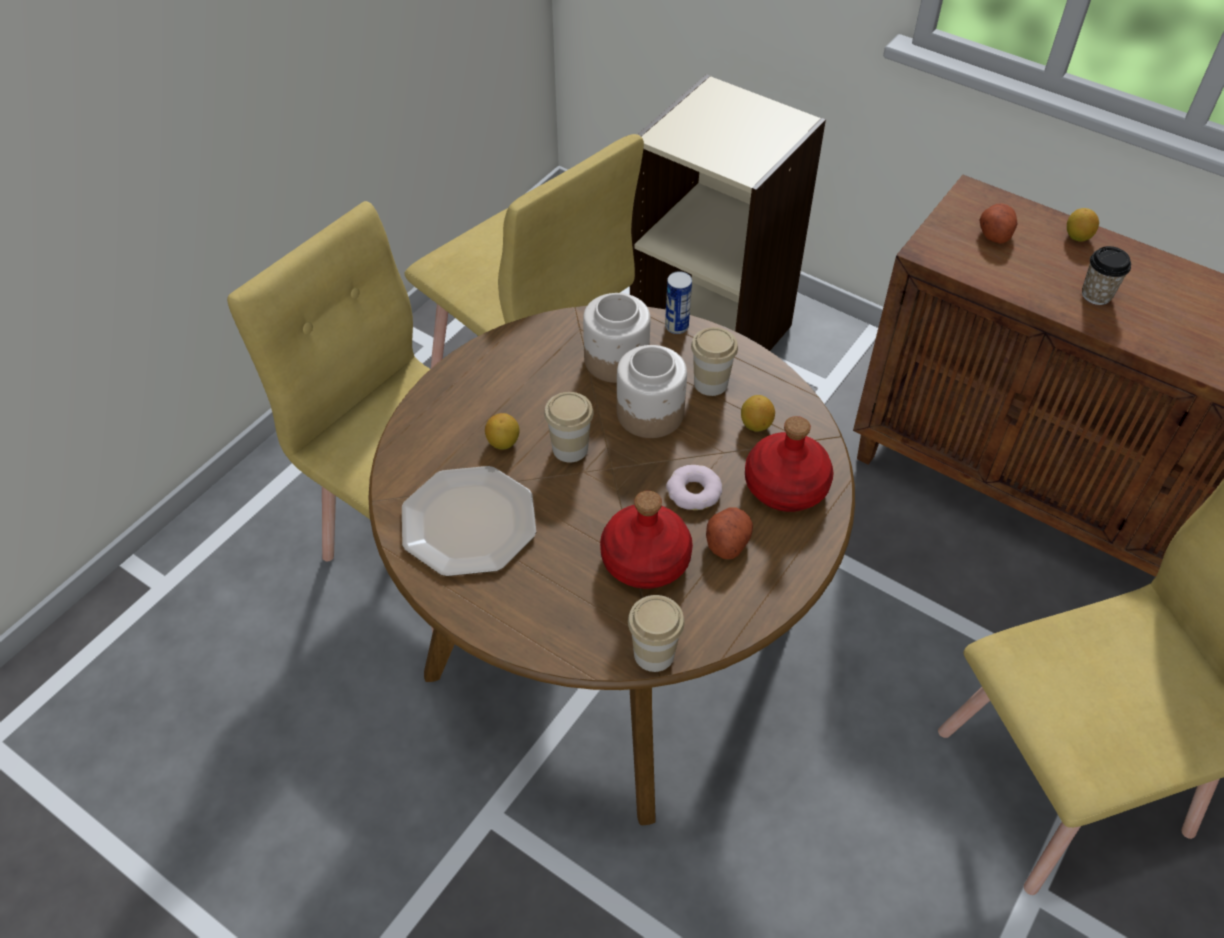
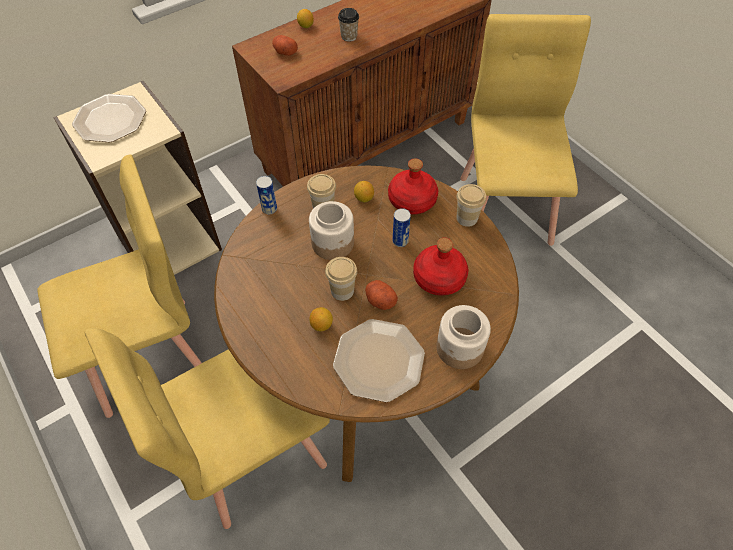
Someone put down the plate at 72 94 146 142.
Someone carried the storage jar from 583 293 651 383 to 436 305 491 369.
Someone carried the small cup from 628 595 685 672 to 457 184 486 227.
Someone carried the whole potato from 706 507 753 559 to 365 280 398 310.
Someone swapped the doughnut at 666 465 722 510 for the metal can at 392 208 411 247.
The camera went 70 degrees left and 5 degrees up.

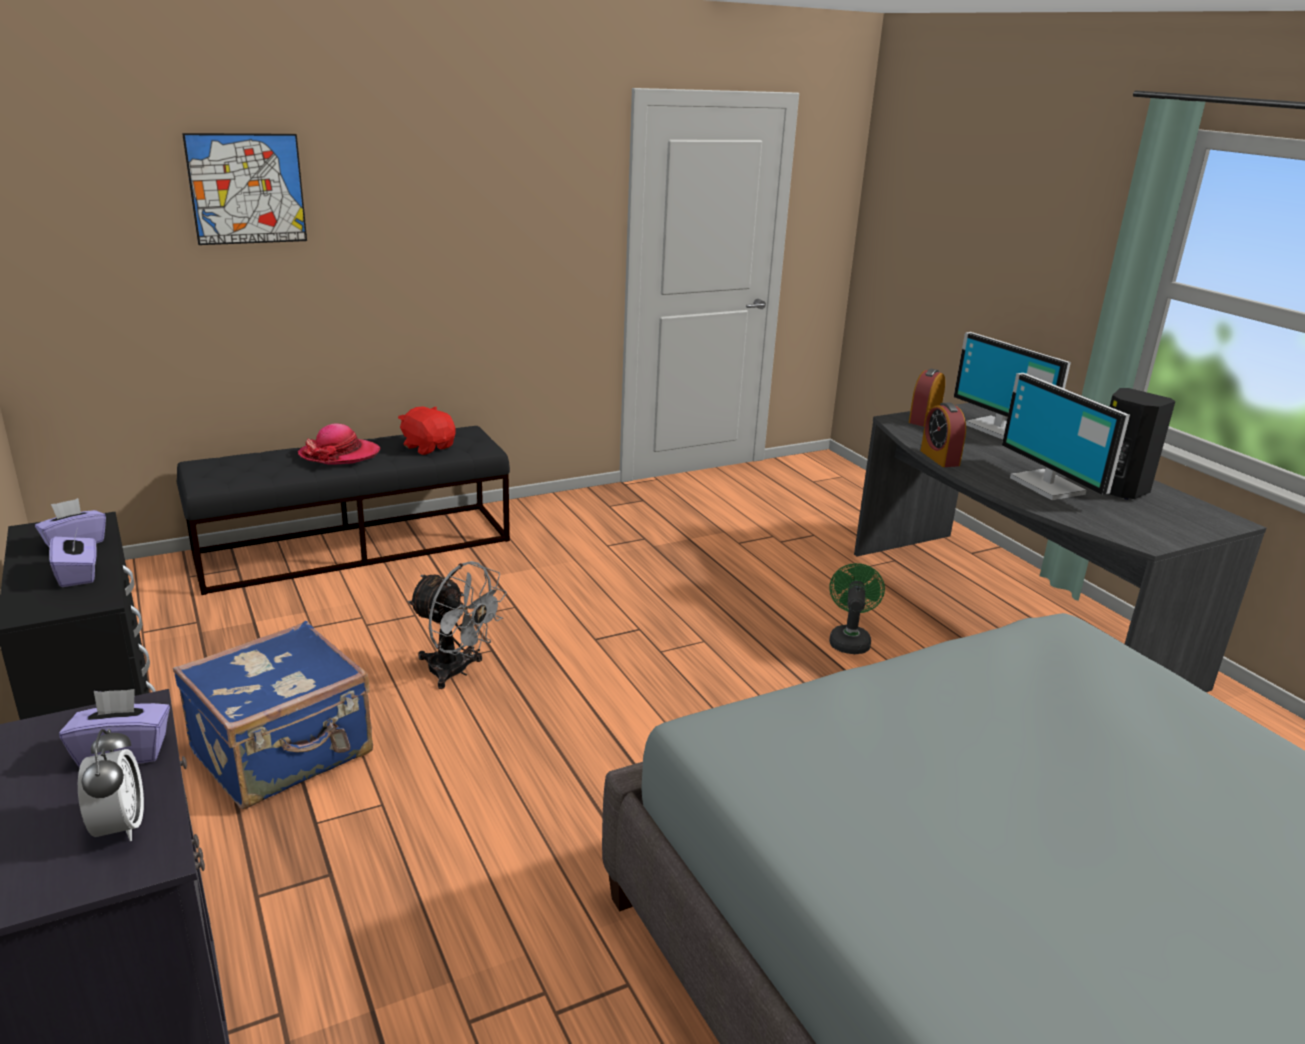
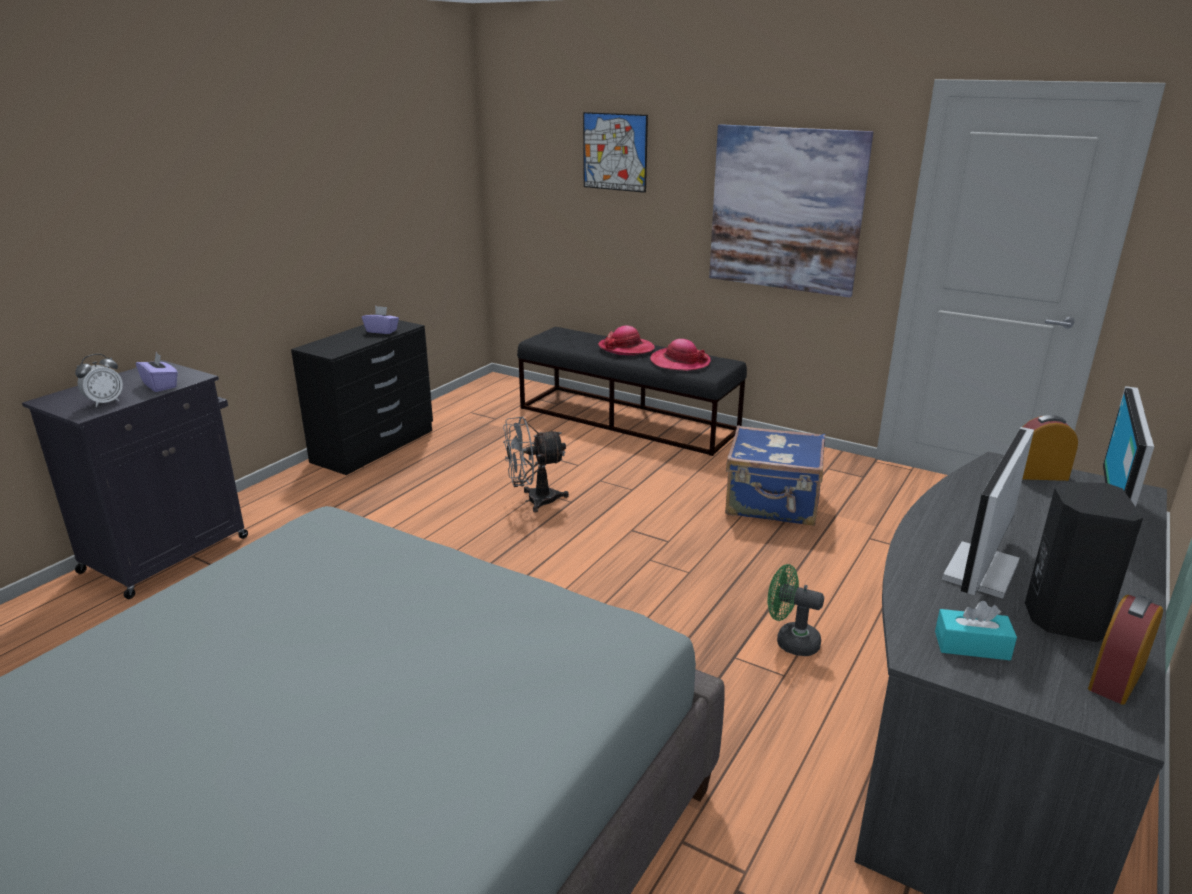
Someone took away the tissue box (purple-coloured) at 49 528 97 587.
Someone put up the wall picture at 709 124 873 298.
Someone put down the tissue box (turquoise) at 935 601 1017 660.
Someone carried the travel case (blue) from 173 621 373 809 to 725 425 825 526.
Someone carried the table clock from 920 402 966 467 to 1088 595 1163 705.
Someone swapped the plush toy (red-coloured) at 398 407 456 455 for the hat at 650 339 711 371.
Someone rotated the cooling fan (greyish) at 408 561 507 689 by 75 degrees clockwise.
Someone rotated the cooling fan (green-coloured) at 829 563 885 654 by 135 degrees counterclockwise.
The camera went 60 degrees right and 0 degrees up.

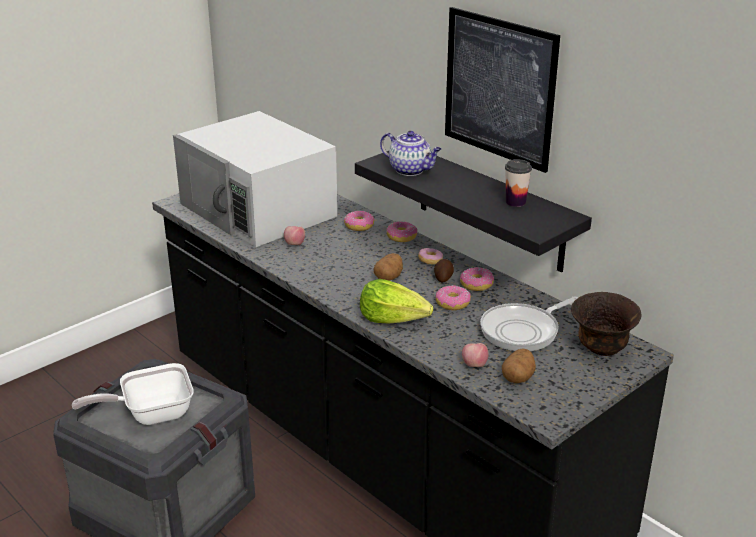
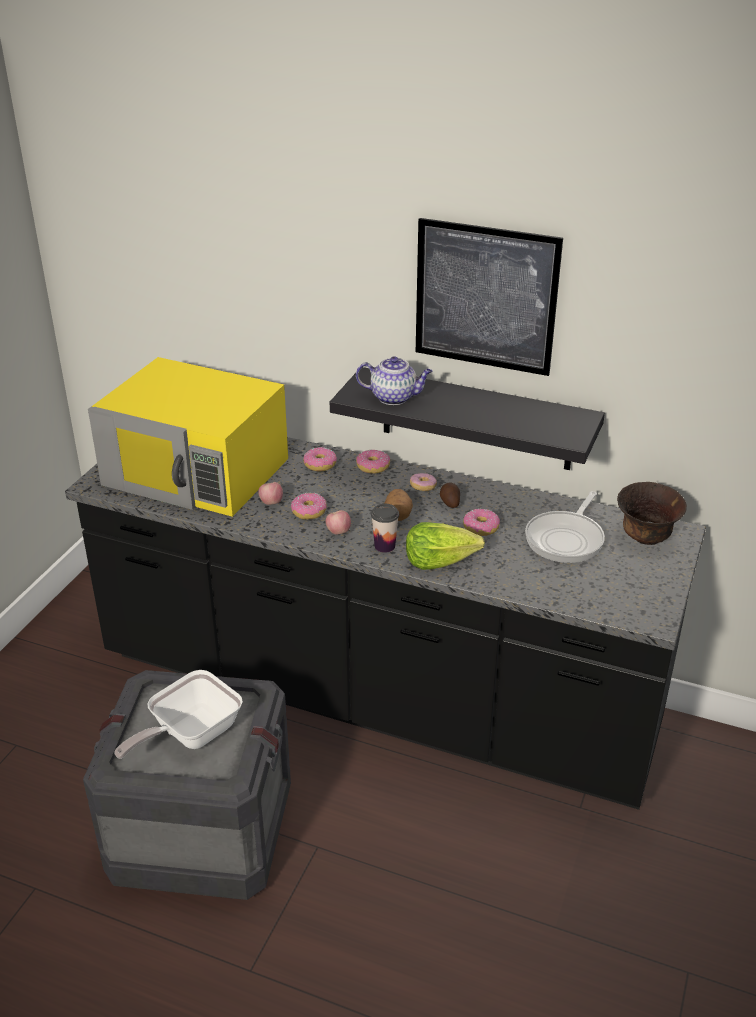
Someone took away the whole potato at 502 348 536 383.
Someone carried the doughnut from 460 267 494 291 to 291 493 327 520.
Someone carried the whole apple from 462 343 489 367 to 326 510 351 535.
Someone carried the small cup from 505 159 532 207 to 371 504 399 553.
Someone repainted the kitchen microwave (white) at 173 111 338 247, which became the kitchen microwave (yellow-coloured) at 88 357 288 517.
The camera went 25 degrees left and 5 degrees up.

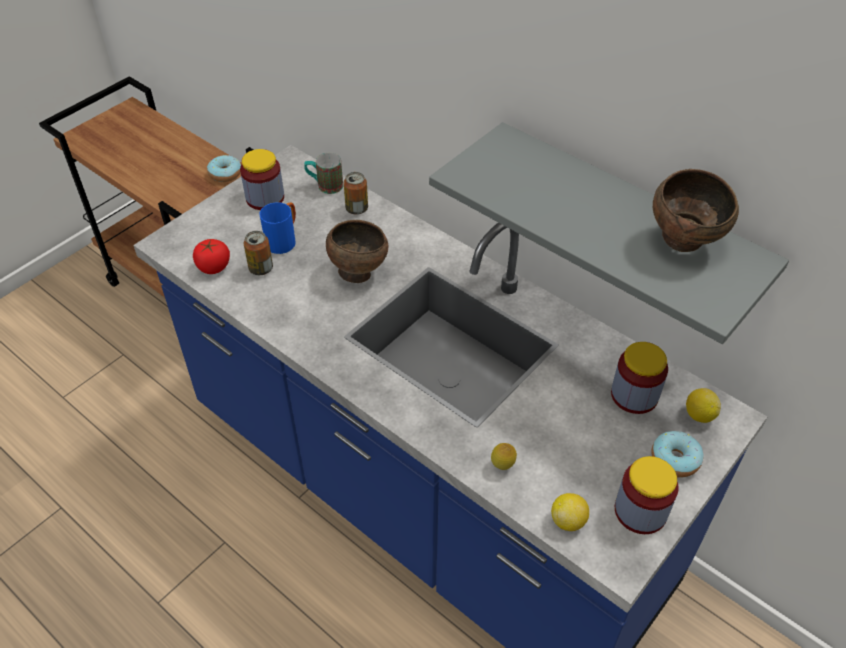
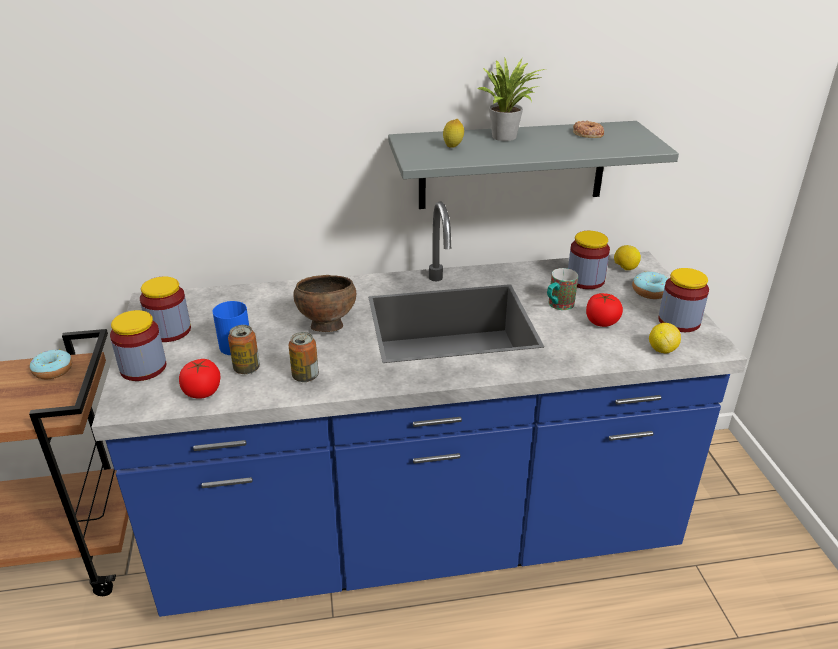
Someone put down the storage jar at 110 310 167 381.
Someone put down the houseplant at 477 58 545 141.
Someone put down the whole tomato at 586 293 623 327.
Someone carried the coffee mug from 304 153 343 194 to 547 268 578 310.
Someone carried the metal can from 344 172 368 215 to 289 332 319 382.
Someone carried the citrus fruit from 491 443 517 470 to 443 119 464 148.
Someone swapped the bowl (brown-coloured) at 653 169 739 252 for the doughnut at 573 121 604 138.
The camera went 50 degrees left and 15 degrees down.

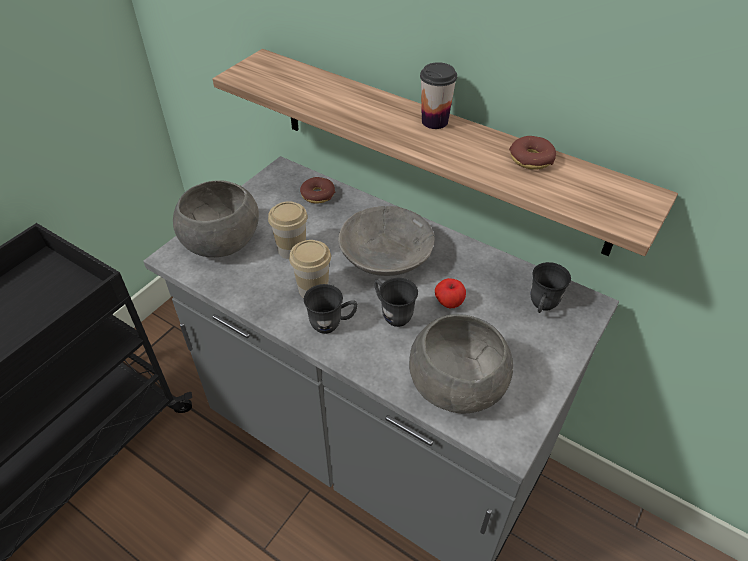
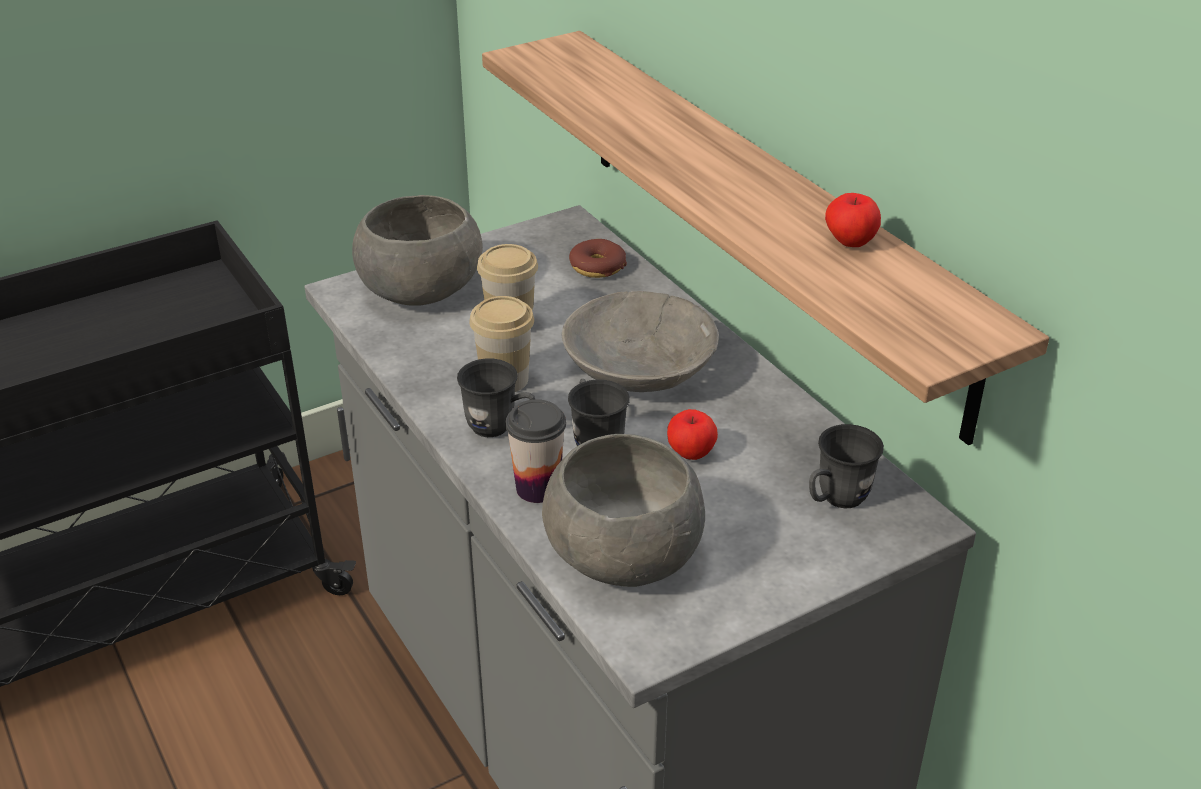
Someone carried the small cup from 420 62 457 129 to 505 400 566 503.
Someone swapped the doughnut at 509 136 556 170 for the whole apple at 825 193 881 247.
The camera went 25 degrees right and 10 degrees down.

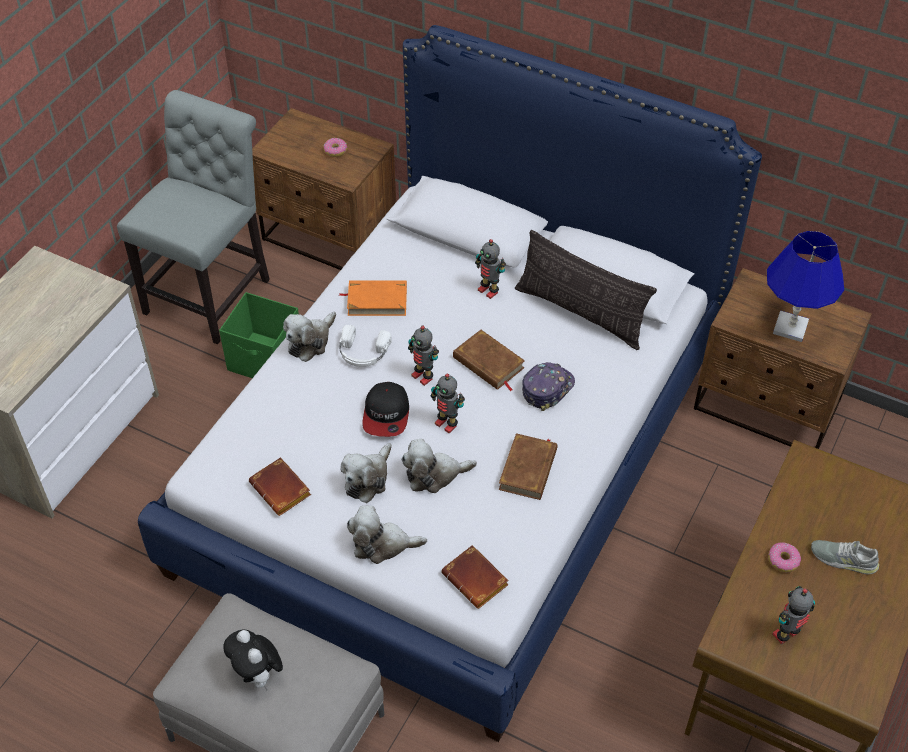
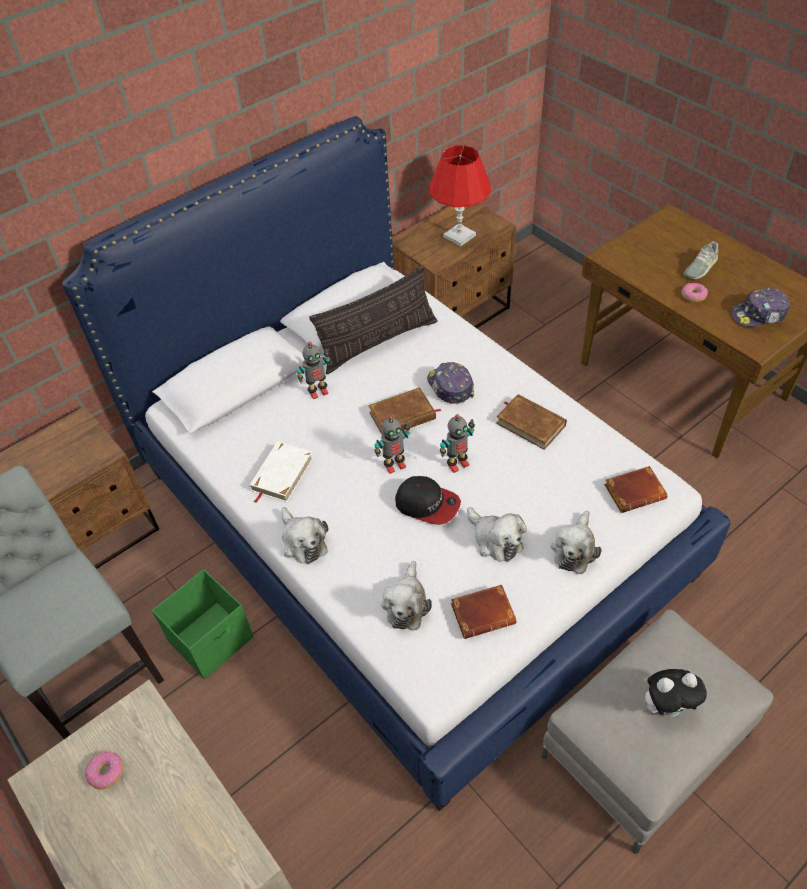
Someone took away the headphones (white) at 339 325 392 367.
Someone carried the doughnut from 323 138 347 157 to 85 752 124 789.
Someone carried the plush toy from 401 439 477 493 to 382 561 432 630.
Someone swapped the toy robot at 772 586 815 644 for the cap at 731 288 790 327.
Someone repainted the volume (orange-coloured) at 339 281 407 316, which became the volume (white) at 249 441 313 503.
Someone repainted the lamp for a table (blue) at 767 231 844 342, which became the lamp for a table (red-coloured) at 429 145 491 247.
The camera went 65 degrees left and 0 degrees up.

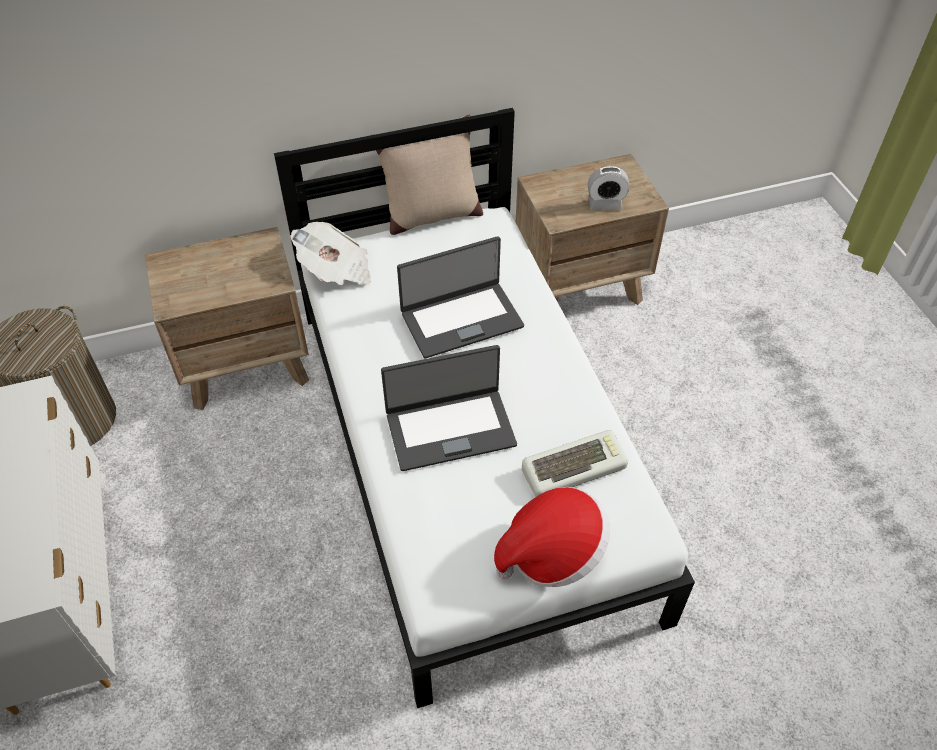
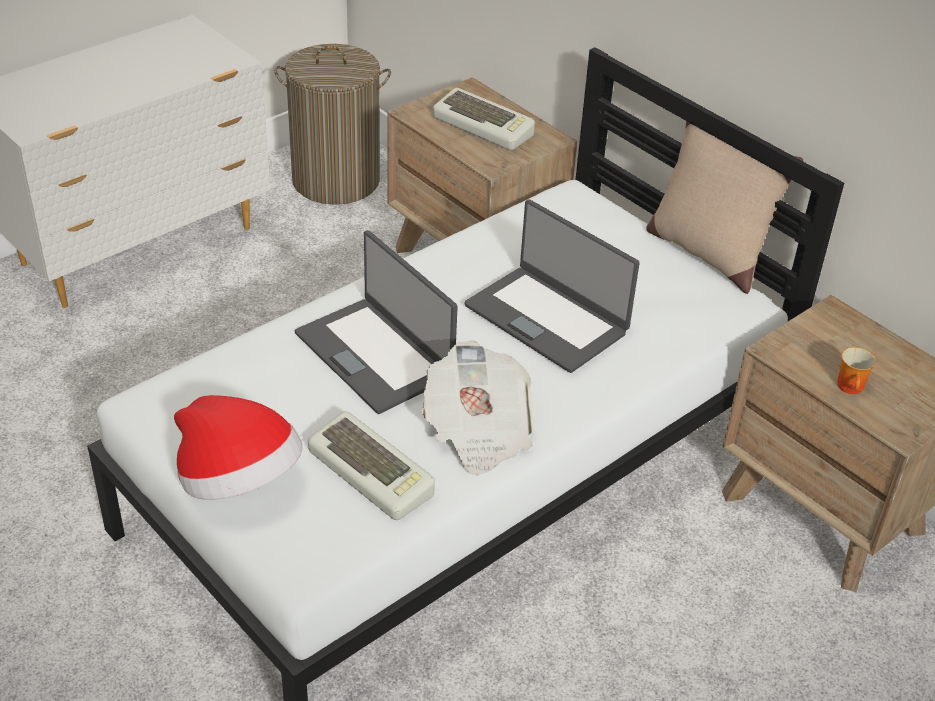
Someone put down the keyboard at 433 88 535 150.
Someone carried the daily paper from 291 222 371 285 to 422 341 534 476.
Someone swapped the table clock at 588 166 629 210 for the coffee mug at 837 347 876 394.
The camera went 65 degrees right and 10 degrees down.

